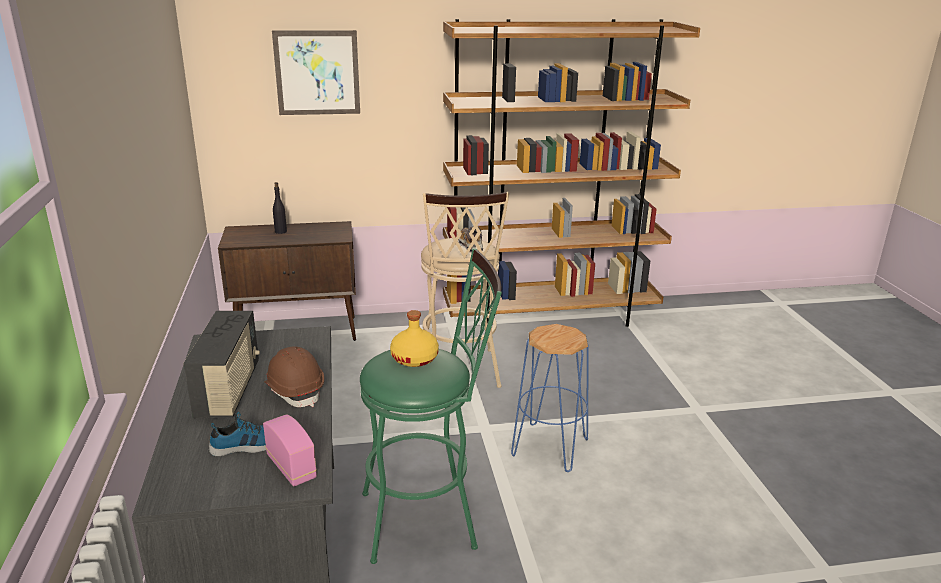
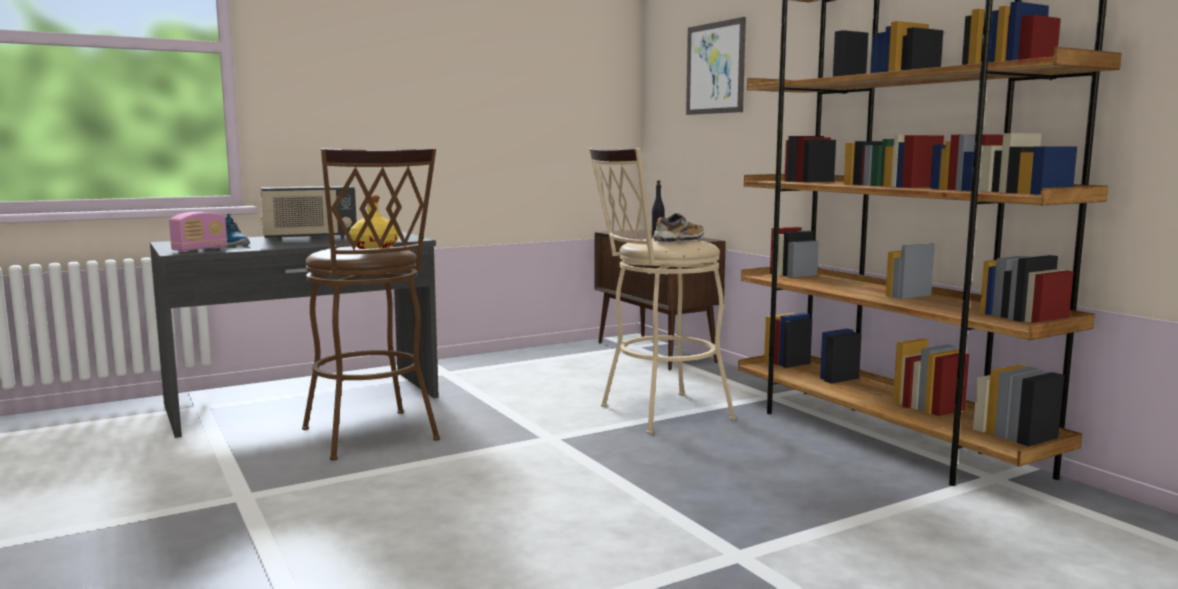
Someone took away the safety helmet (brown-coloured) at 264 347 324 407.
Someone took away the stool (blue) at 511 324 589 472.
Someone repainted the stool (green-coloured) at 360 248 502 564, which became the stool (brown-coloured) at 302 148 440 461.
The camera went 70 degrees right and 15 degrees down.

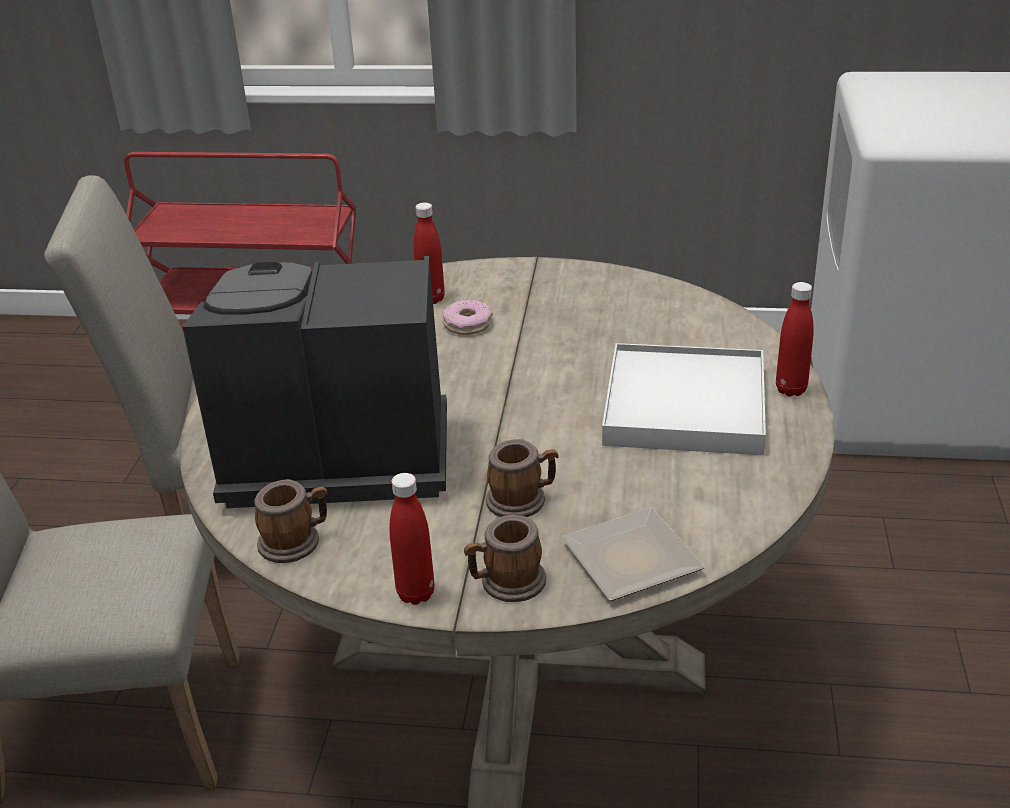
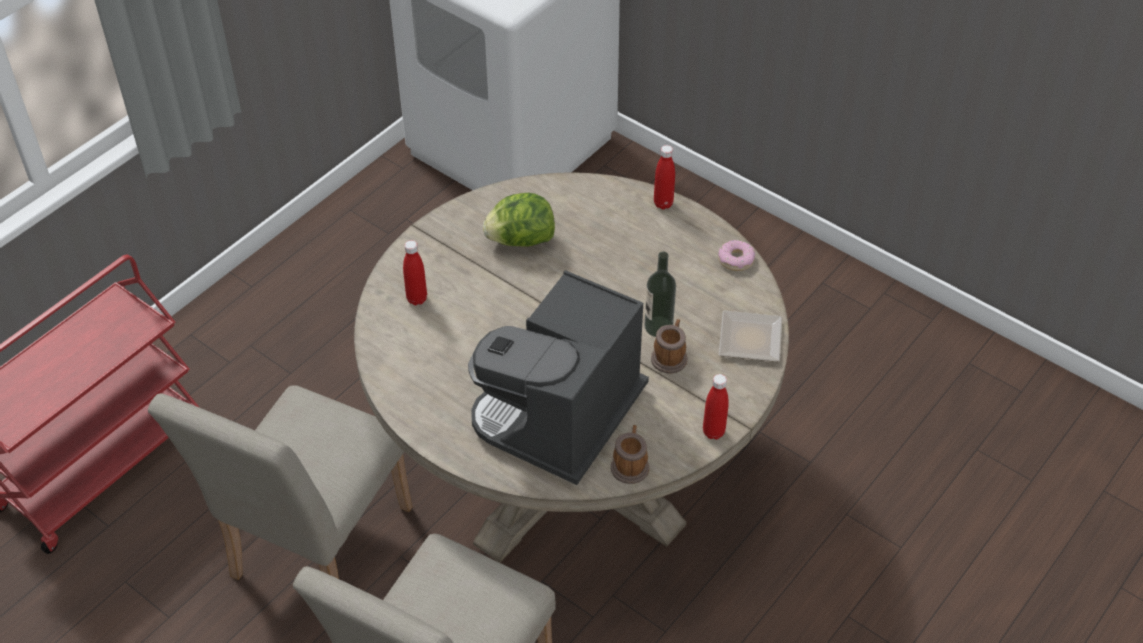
Someone took away the coffee mug at 464 515 546 602.
Someone took away the tray (white) at 602 343 766 455.
Someone put down the lettuce at 483 193 555 247.
Someone put down the beverage bottle at 645 252 676 337.
Someone carried the doughnut from 443 299 493 335 to 718 240 755 271.
The camera went 60 degrees left and 15 degrees up.

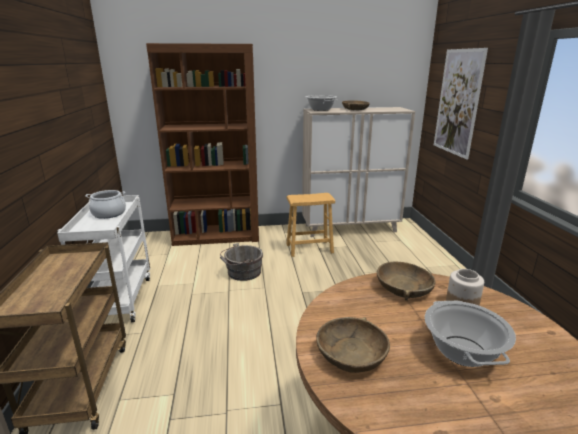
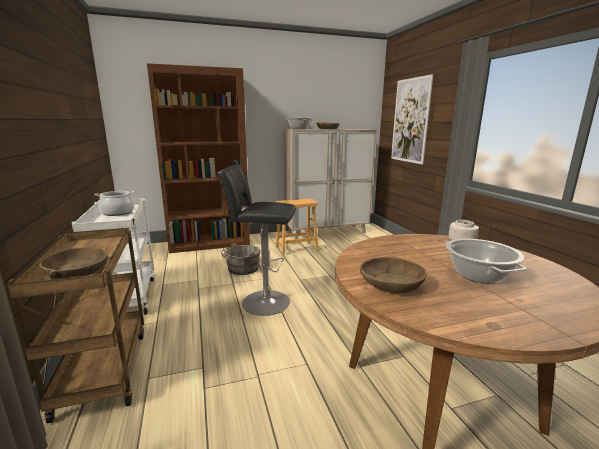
Someone put down the stool (black-coloured) at 217 164 296 316.
Someone carried the bowl (brown-coloured) from 377 261 435 301 to 39 247 108 280.
The camera went 10 degrees left and 5 degrees down.

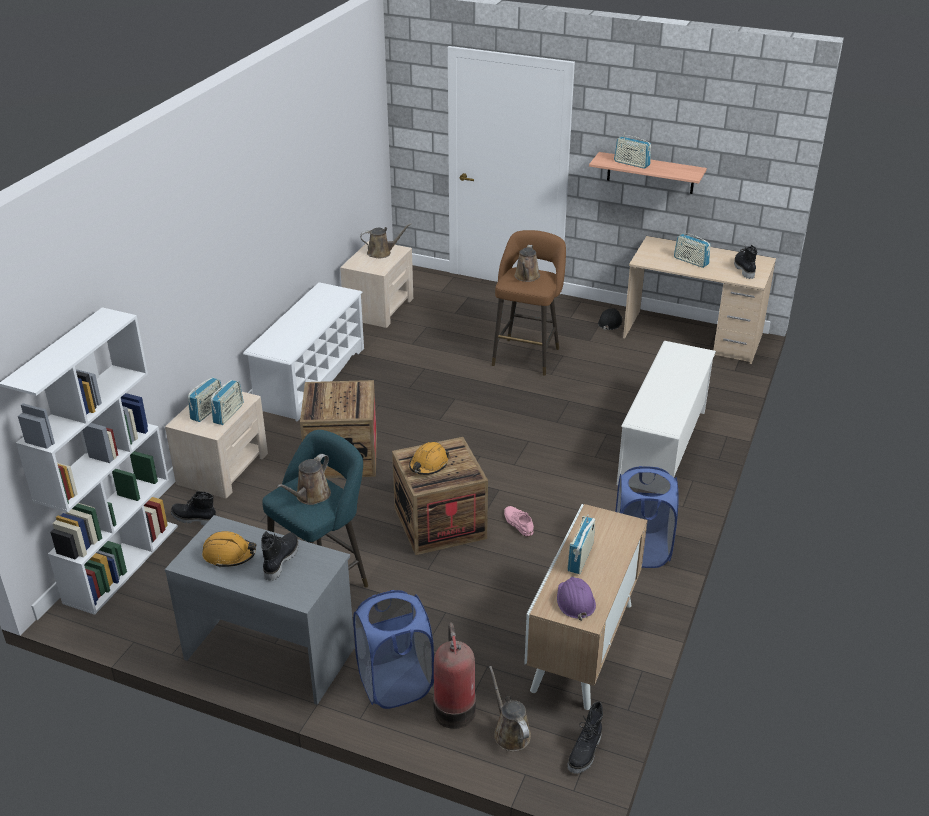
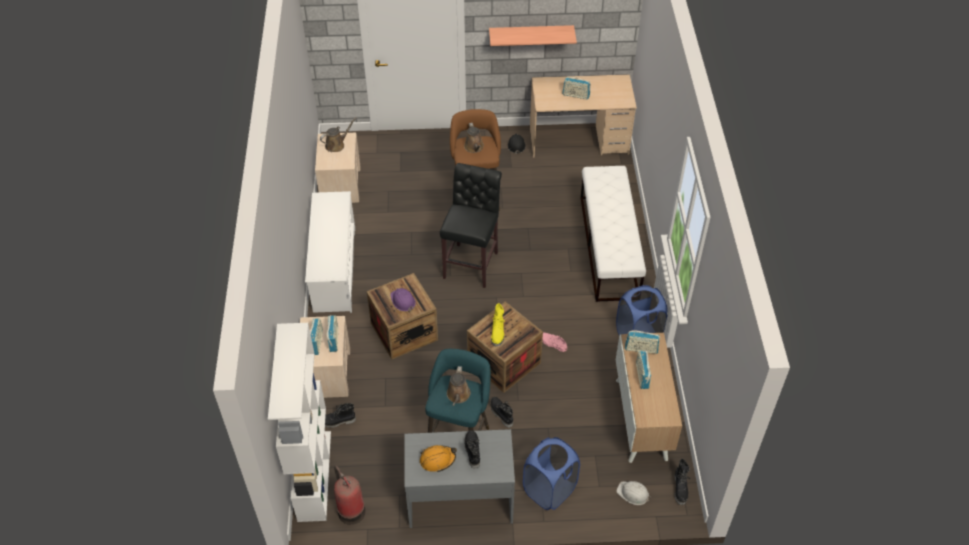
Someone put down the stool (black-coloured) at 440 163 502 288.
Someone carried the fire-fighting cylinder from 433 622 476 729 to 334 466 366 525.
Someone carried the safety helmet (purple-coloured) from 557 577 596 621 to 390 288 416 311.
Someone carried the radio receiver from 614 132 651 169 to 625 330 660 354.
Someone carried the boot (black-coloured) from 734 245 757 279 to 490 397 513 428.
Someone swapped the safety helmet (orange-coloured) at 409 442 450 475 for the boot (yellow-coloured) at 491 303 505 346.
Someone swapped the sprinkling can (brown-coloured) at 489 666 531 751 for the safety helmet (white) at 616 481 651 505.
Someone swapped the shoe shelf (white) at 617 341 716 485 for the bench (white) at 581 166 646 302.
The camera went 25 degrees left and 15 degrees up.

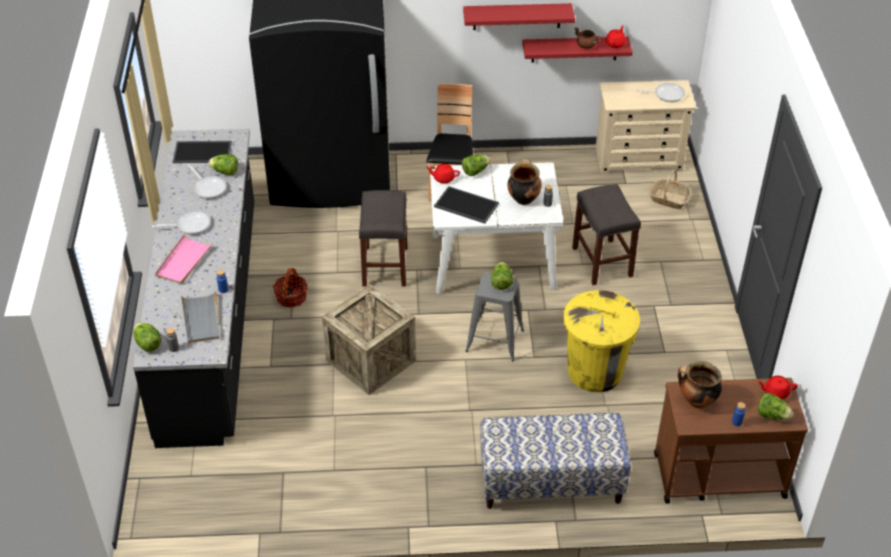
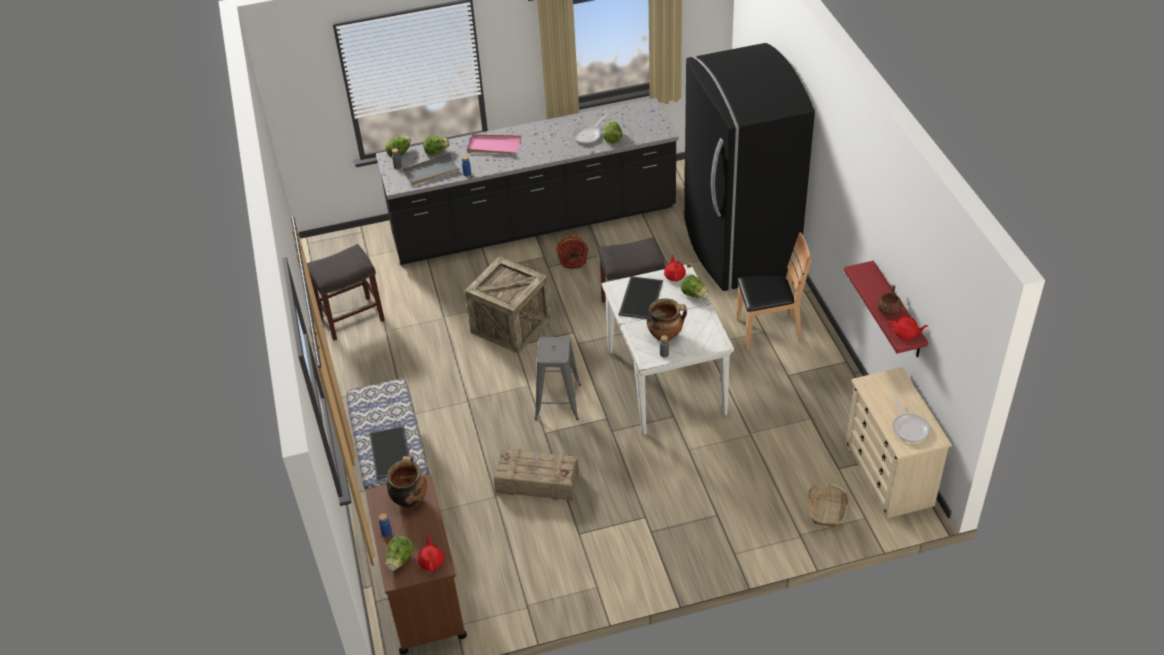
Someone took away the skillet at 152 210 211 235.
Someone took away the shelf (red-coloured) at 463 3 575 30.
Someone carried the tray from 173 141 232 163 to 369 426 410 479.
Someone carried the lettuce from 491 262 513 290 to 423 136 450 155.
Someone carried the stool (greyish) from 572 184 641 285 to 307 244 385 341.
Someone swapped the trash can (yellow-coloured) at 563 290 640 392 for the packing crate at 494 447 579 501.
The camera went 80 degrees right and 0 degrees up.

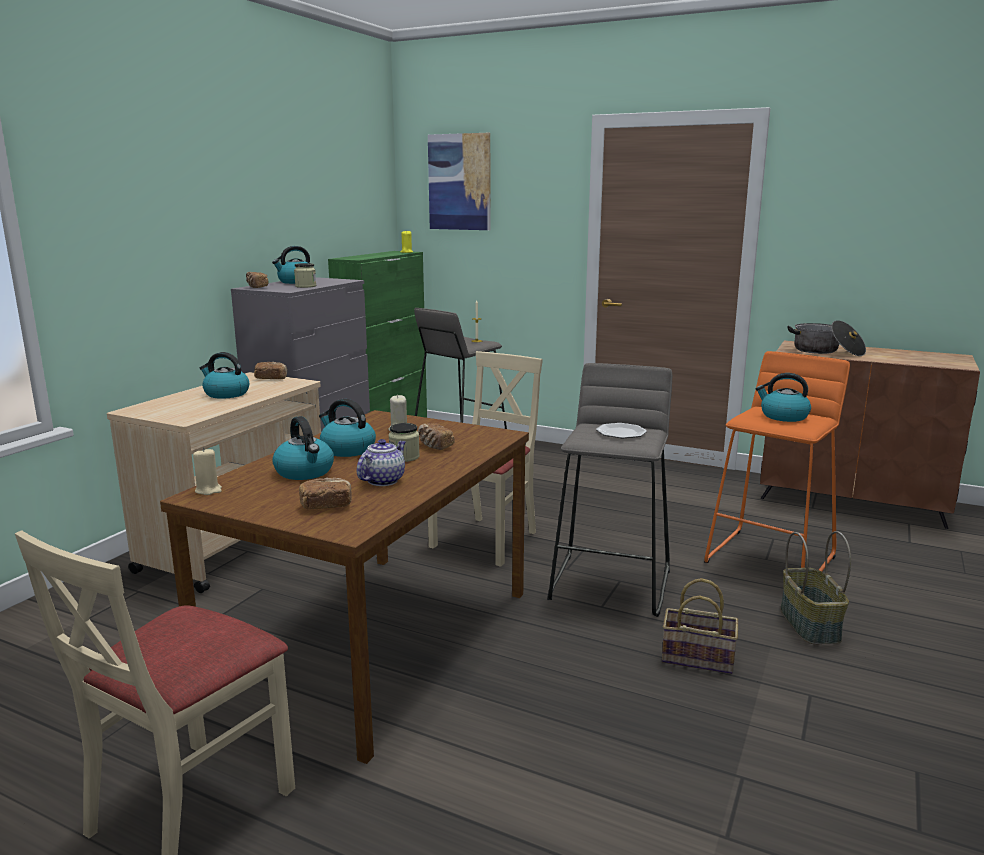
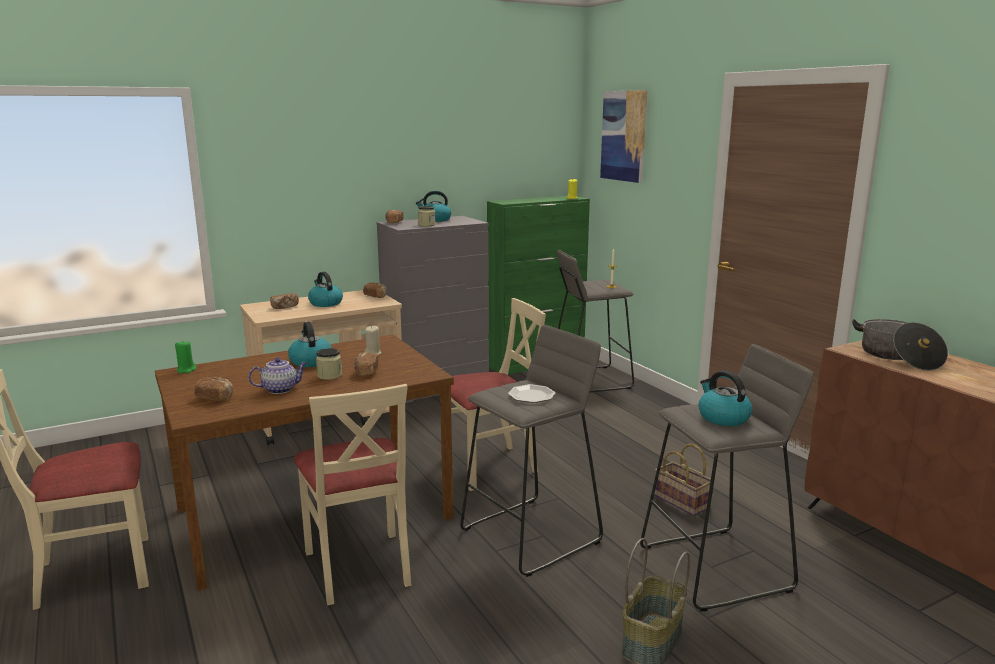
Someone took away the kettle at 272 416 334 480.
Someone put down the bakery bread at 270 293 299 309.
Someone put down the chair (beige-coloured) at 294 384 412 605.
Someone carried the storage basket from 662 578 738 674 to 654 444 711 516.
Someone repainted the candle (beige-coloured) at 193 448 222 495, which became the candle (green-coloured) at 175 340 196 373.
Someone repainted the stool (orange-coloured) at 704 351 850 572, which became the stool (greyish) at 640 344 813 611.
The camera went 35 degrees right and 0 degrees up.

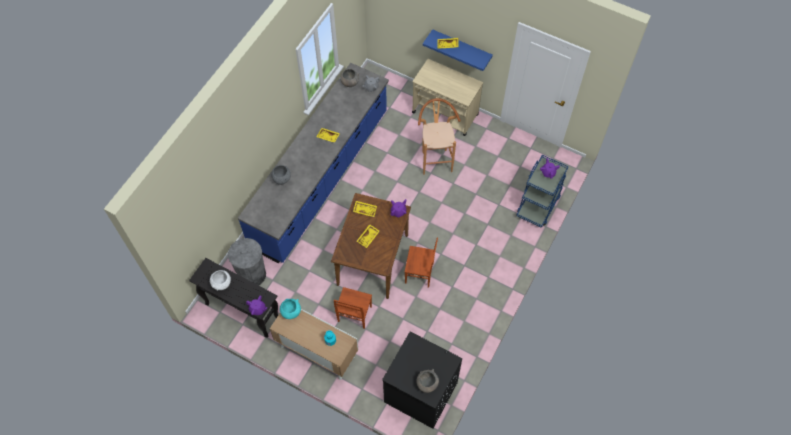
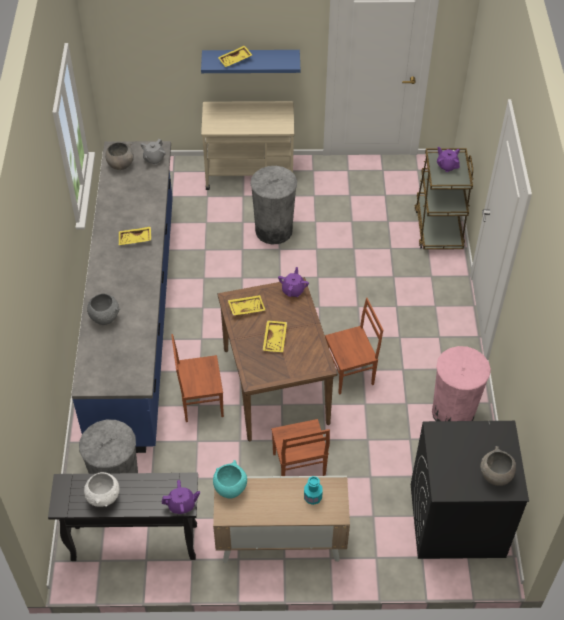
Someone put down the chair (brown-coloured) at 171 334 224 422.
Someone put down the trash can (pinkish) at 432 346 491 421.
Someone swapped the stool (brown-coloured) at 418 98 461 175 for the trash can (greyish) at 250 166 297 245.
Someone repainted the wheeled cart (blue) at 516 155 569 228, which became the wheeled cart (brown-coloured) at 415 148 473 250.
The camera went 30 degrees left and 10 degrees down.

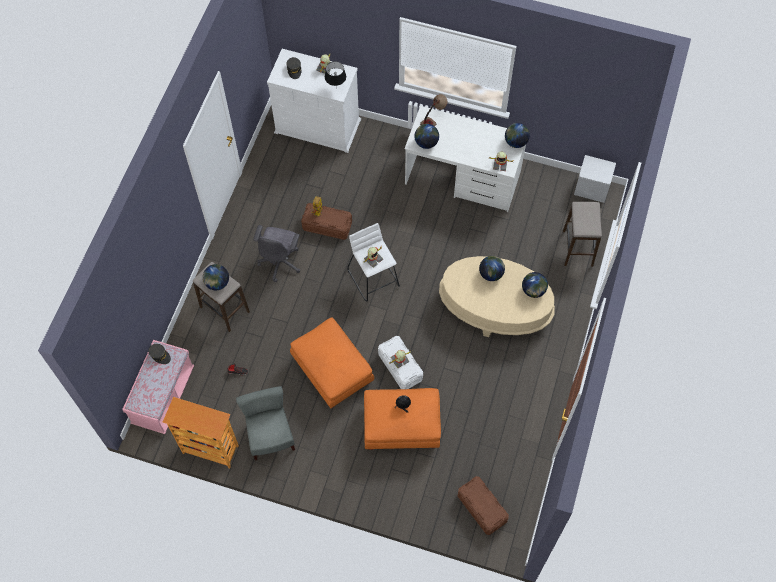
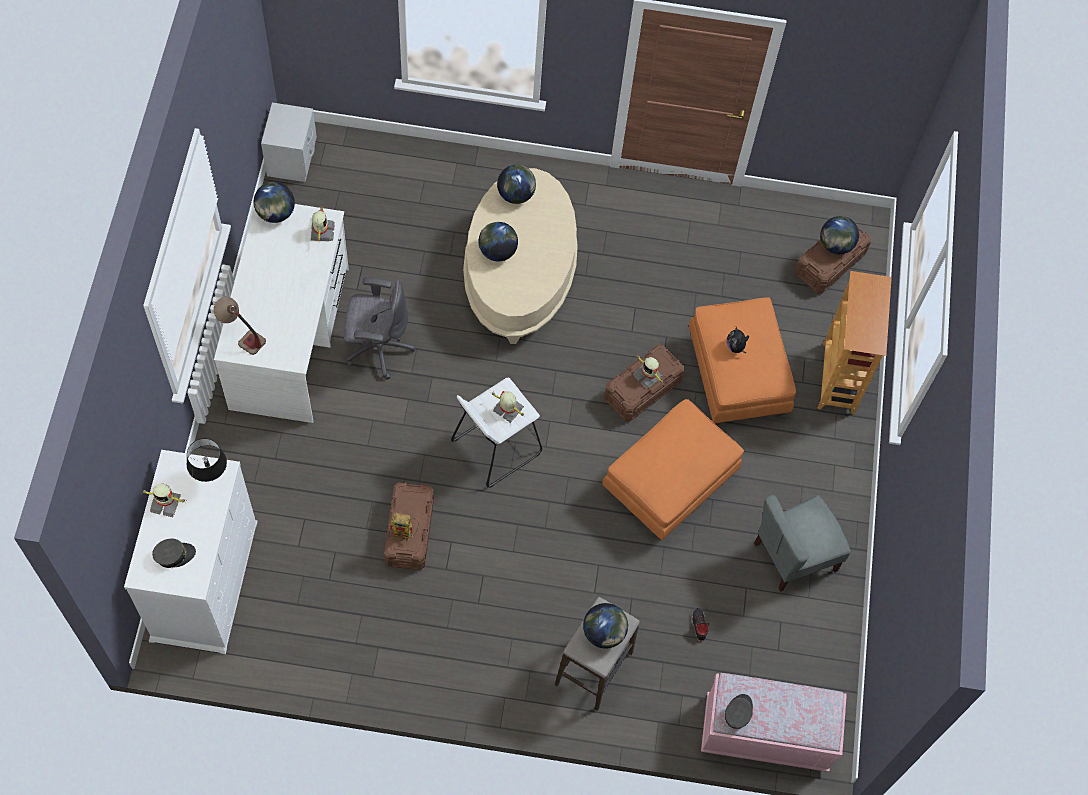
Someone took away the stool at 563 202 602 267.
Someone carried the bookshelf from 163 397 239 469 to 818 271 892 414.
Someone carried the office chair (greyish) from 253 225 300 282 to 344 277 415 380.
Someone carried the desk globe from 414 124 439 149 to 820 216 859 254.
Someone repainted the storage container (white) at 378 336 423 389, which became the storage container (brown-coloured) at 604 344 684 422.
The camera went 105 degrees left and 0 degrees up.

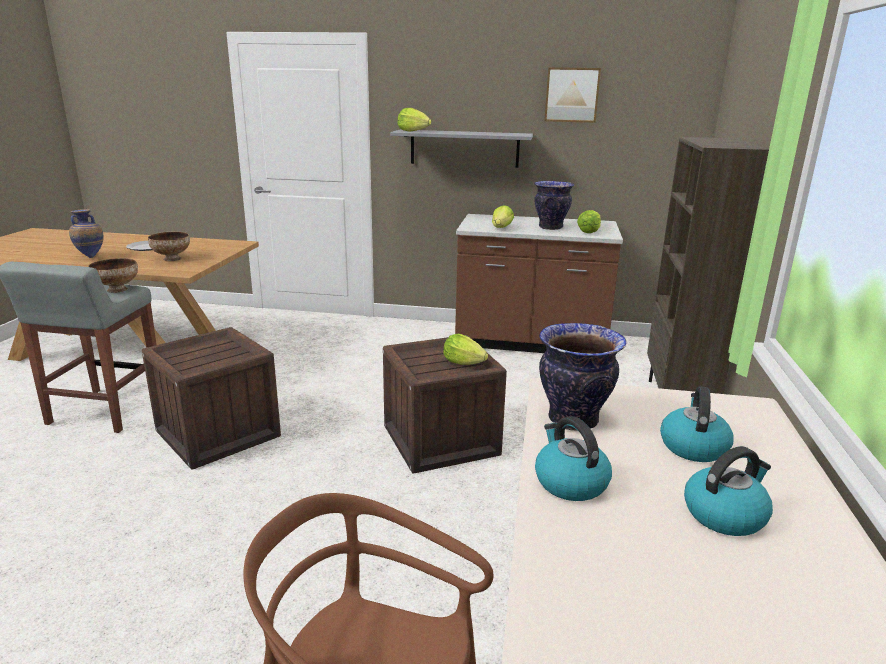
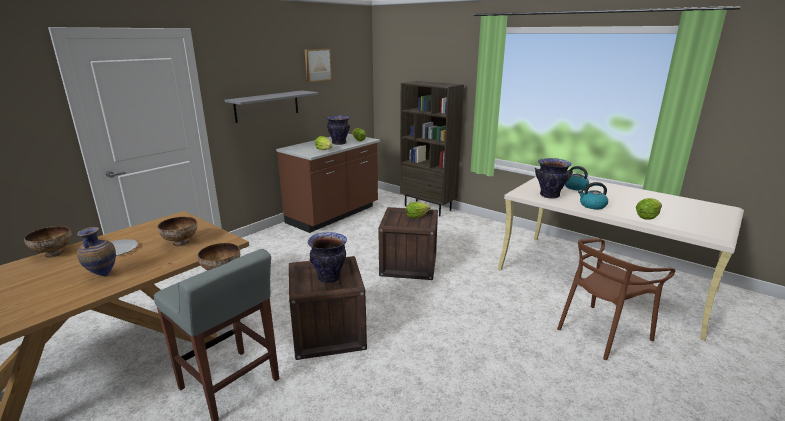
Someone took away the kettle at 684 446 773 536.
Someone put down the bowl at 24 226 72 258.
Someone put down the flower vase at 308 232 347 283.
Someone carried the lettuce from 397 108 431 132 to 636 198 662 219.
The camera went 60 degrees left and 0 degrees up.

